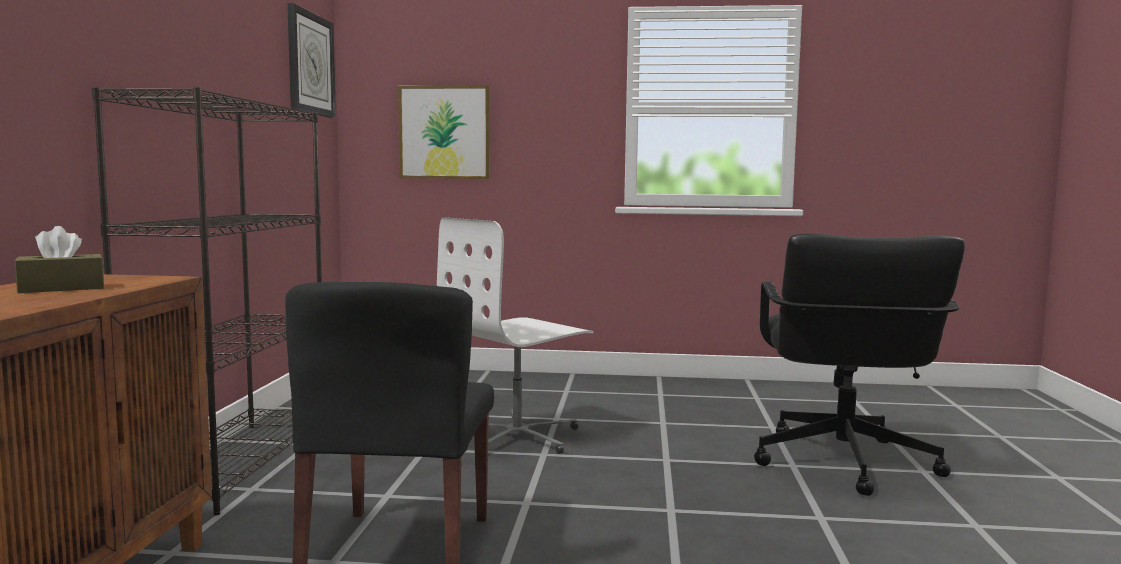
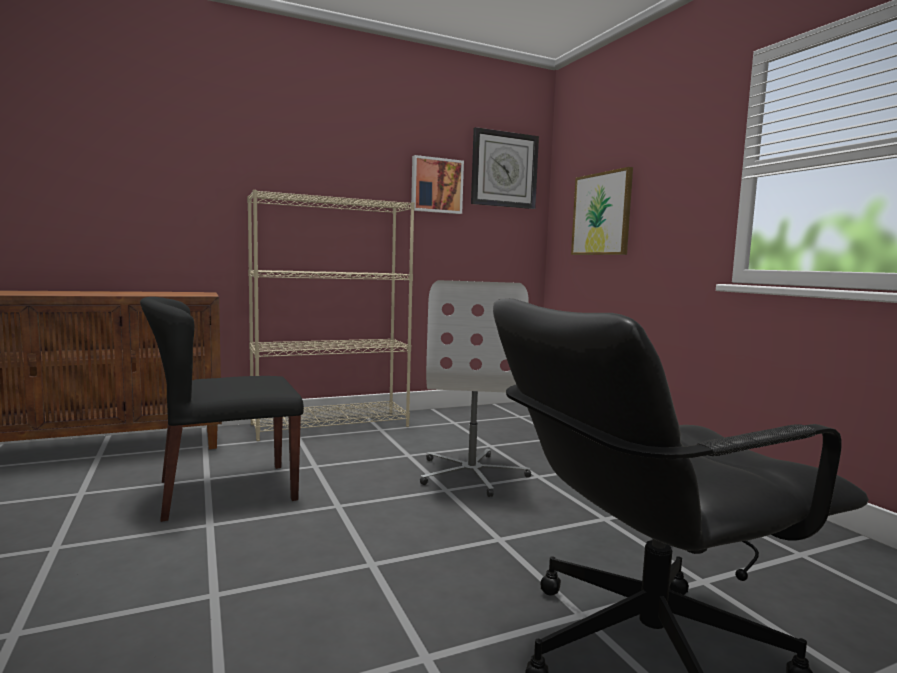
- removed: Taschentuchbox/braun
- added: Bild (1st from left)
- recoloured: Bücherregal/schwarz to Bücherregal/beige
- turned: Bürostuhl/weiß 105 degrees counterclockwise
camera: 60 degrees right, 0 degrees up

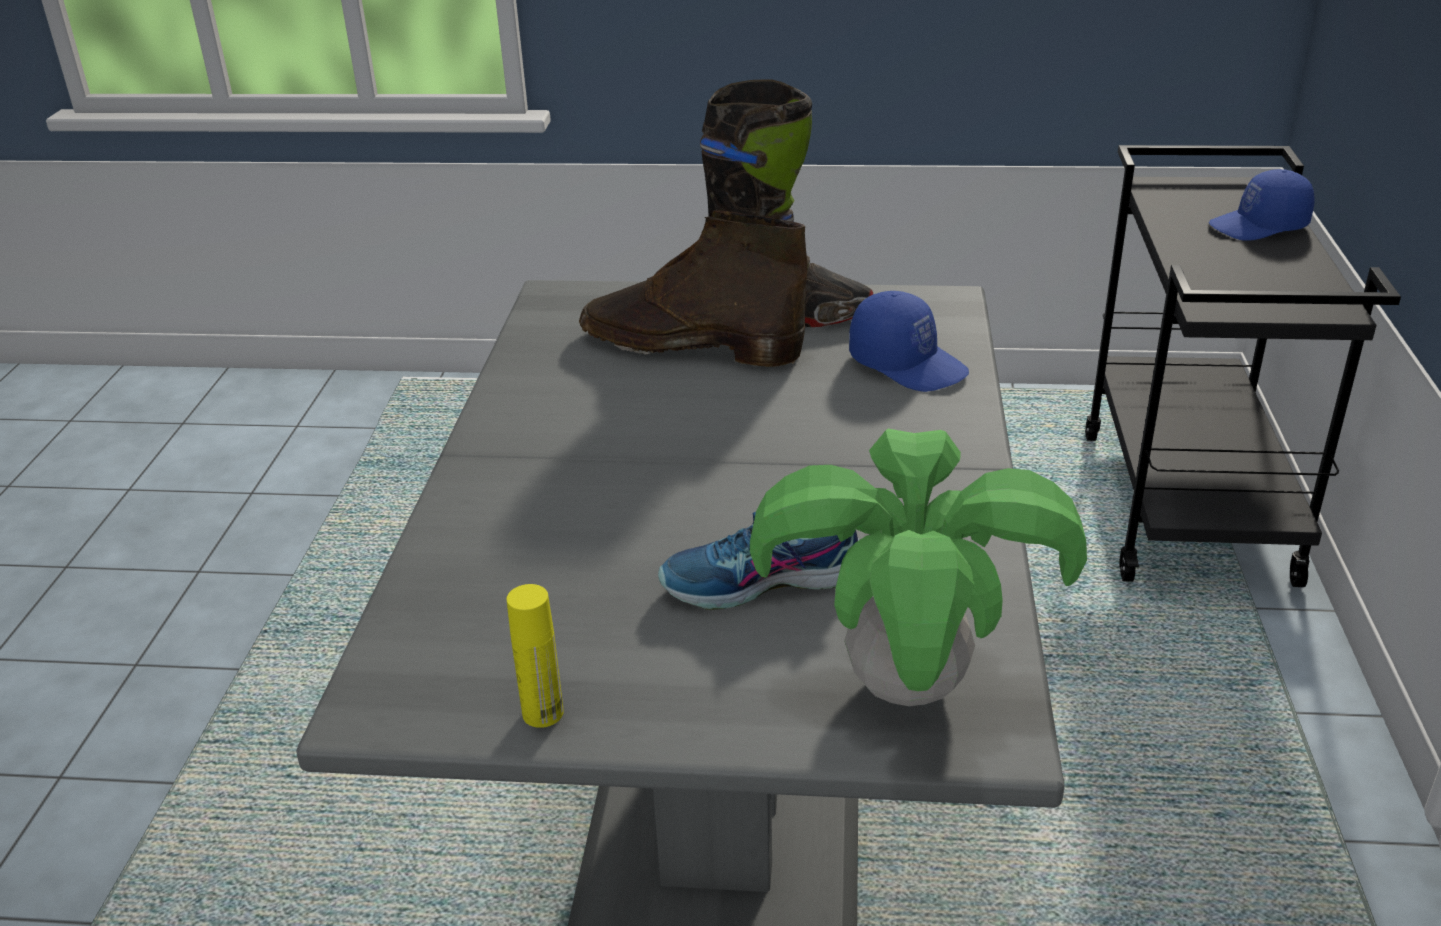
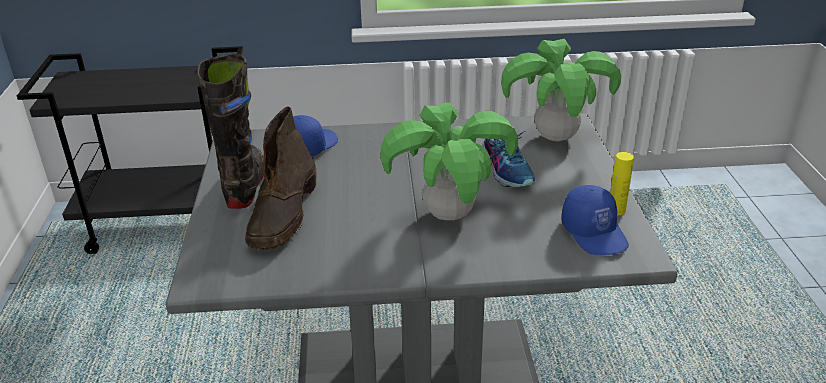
- added: Topfpflanze (1st from left)
- moved: Kappe/blau (2nd from left)
camera: 100 degrees left, 0 degrees up

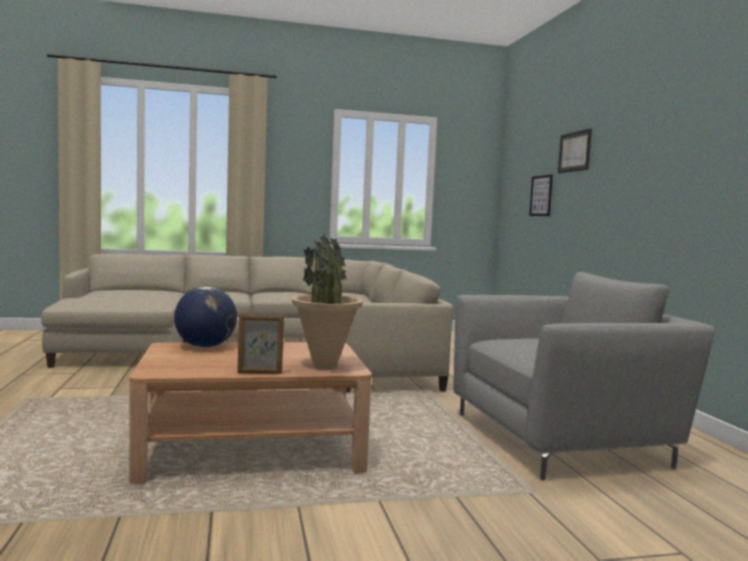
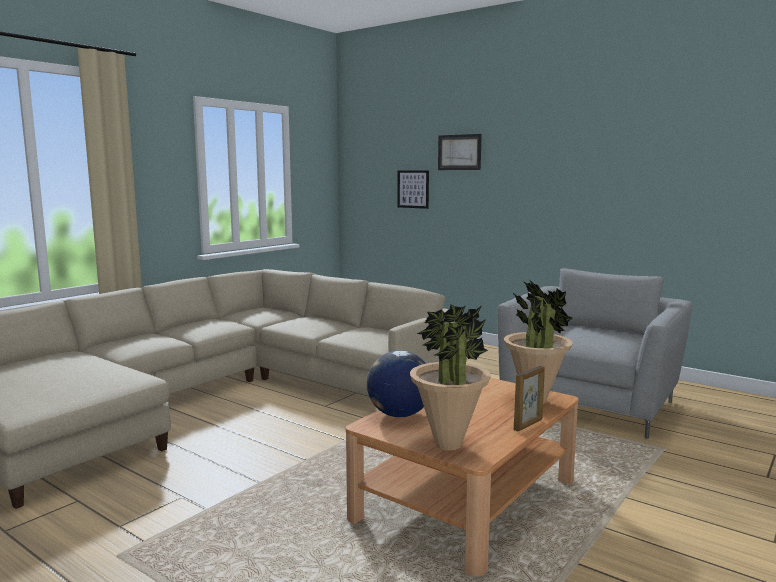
- added: Topfpflanze (1st from left)
camera: 40 degrees left, 5 degrees up

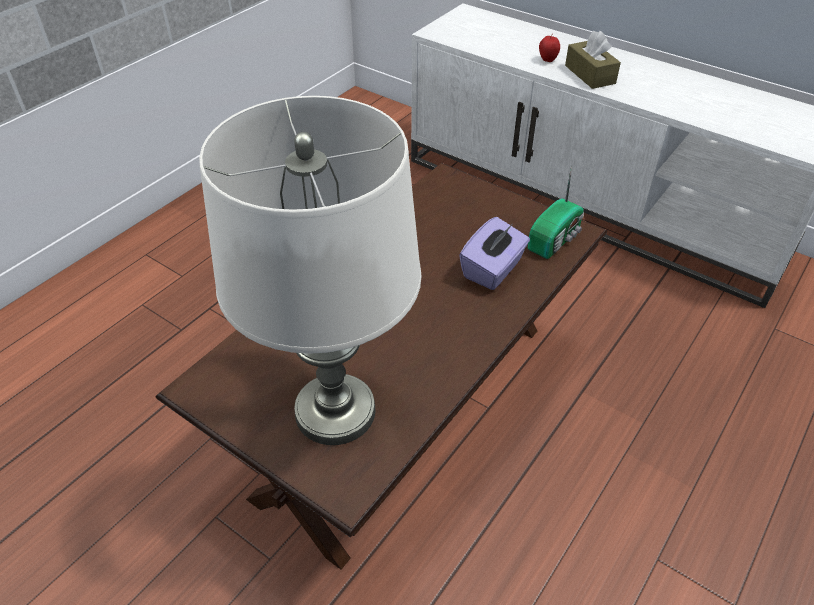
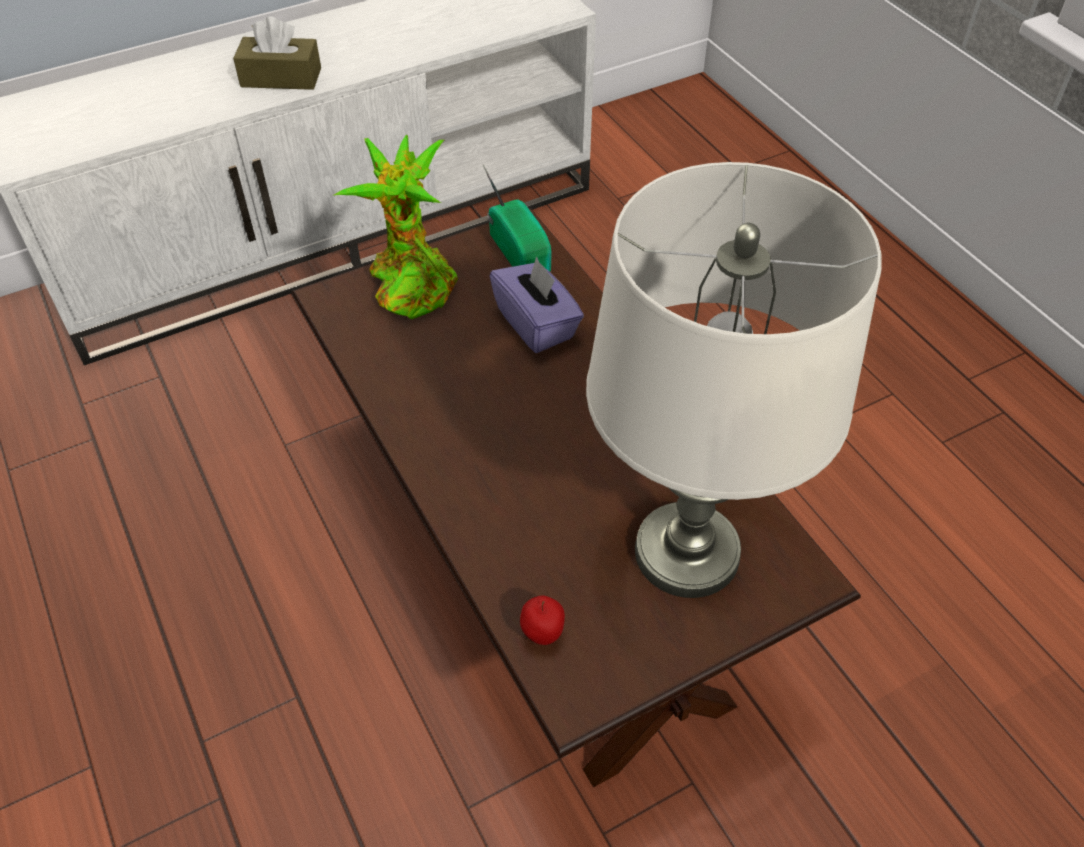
- added: Topfpflanze
- moved: Apfel
camera: 65 degrees left, 5 degrees up

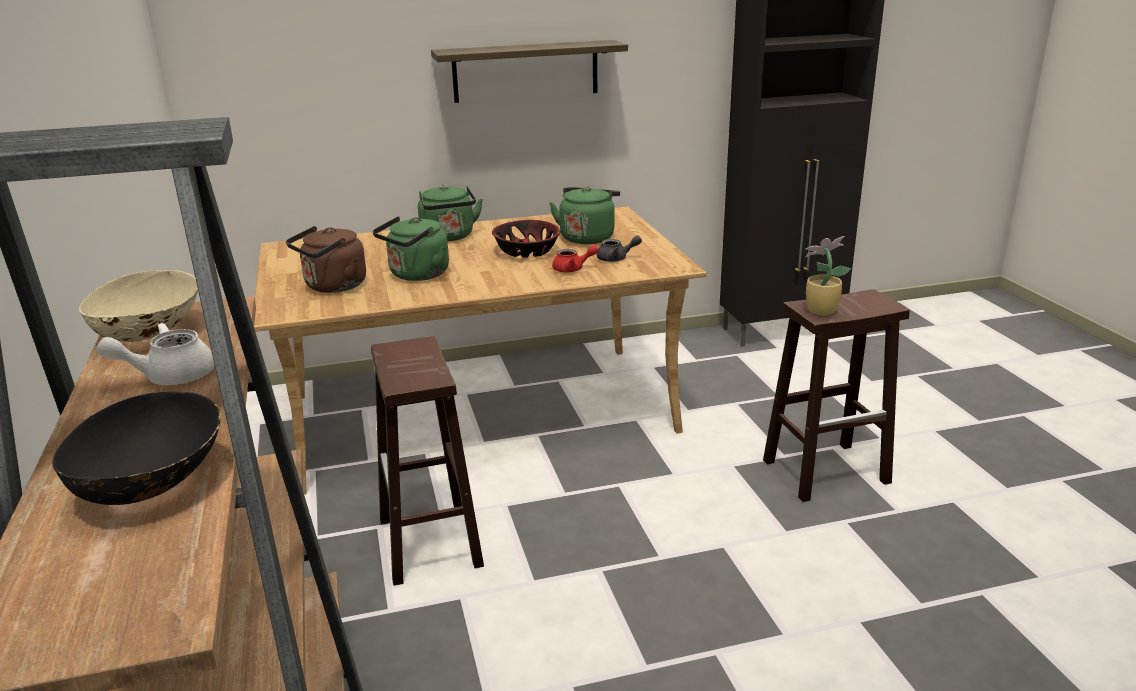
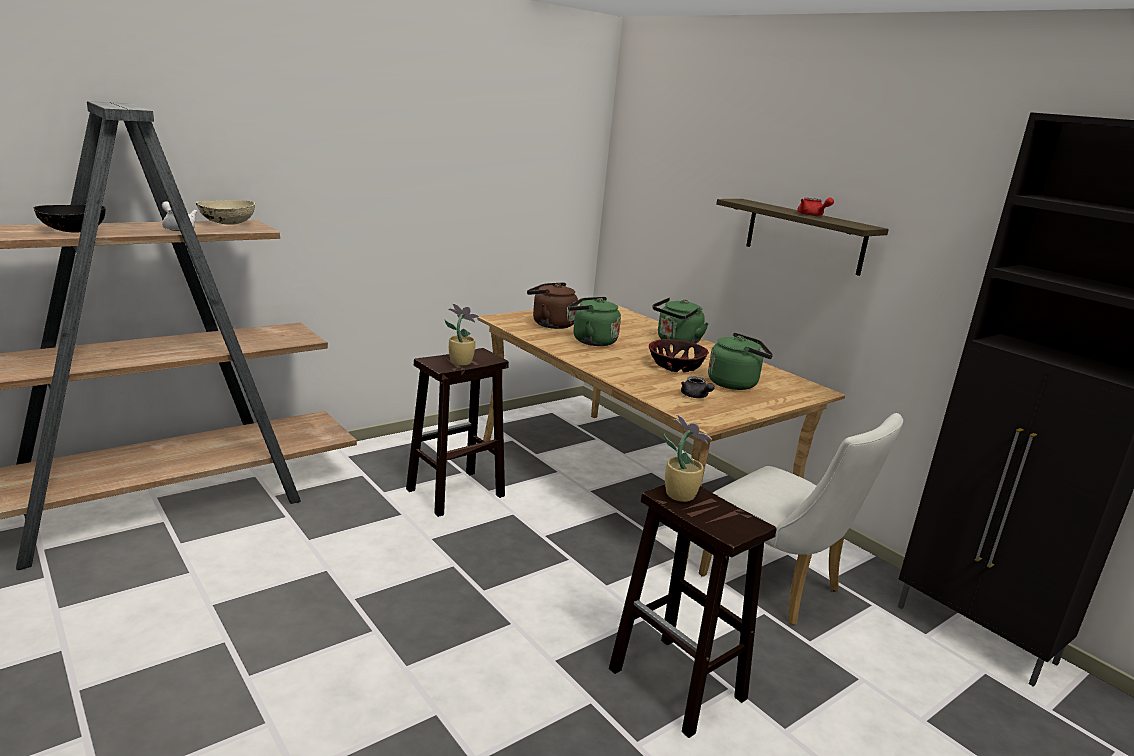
- added: Topfpflanze (1st from left)
- added: Stuhl/weiß
- moved: Teekanne/rot
camera: 65 degrees right, 5 degrees down

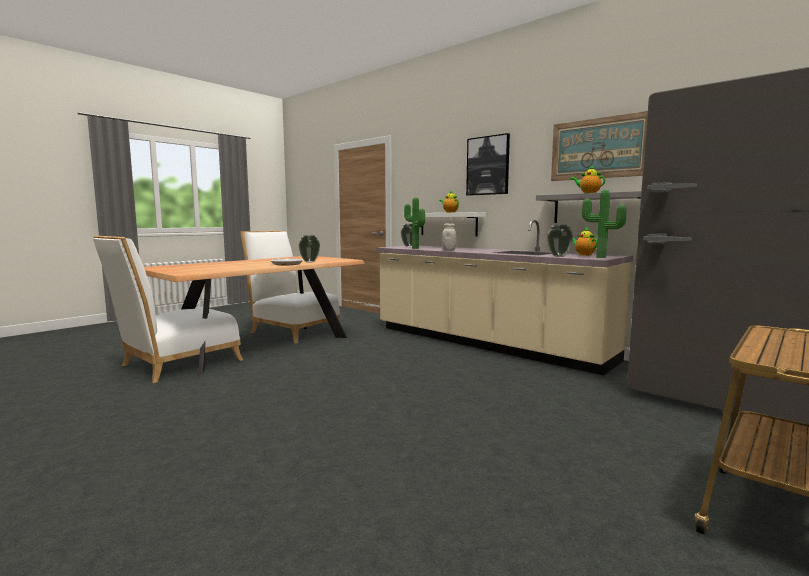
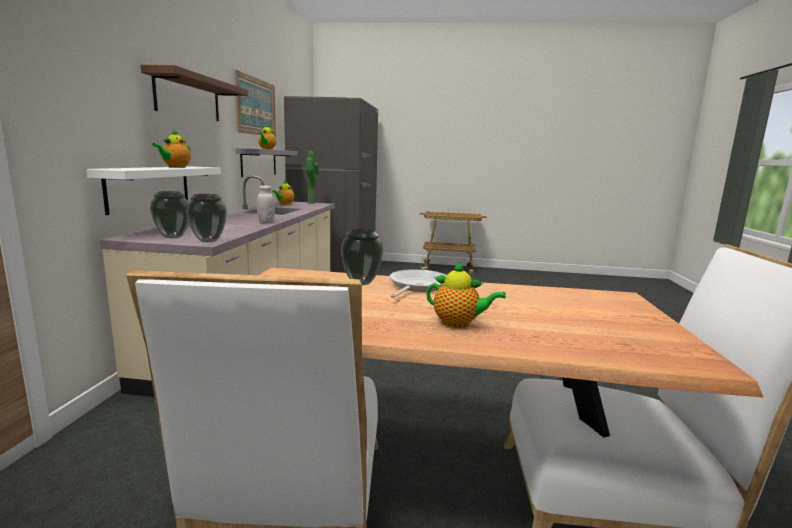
- removed: Topfpflanze (1st from left)
- added: Teekanne (4th from left)
- moved: Vase (3rd from left in the first image) to Vase (2nd from left)
- replaced: Bild (1st from left) to Wandregal/braun
camera: 125 degrees left, 5 degrees up

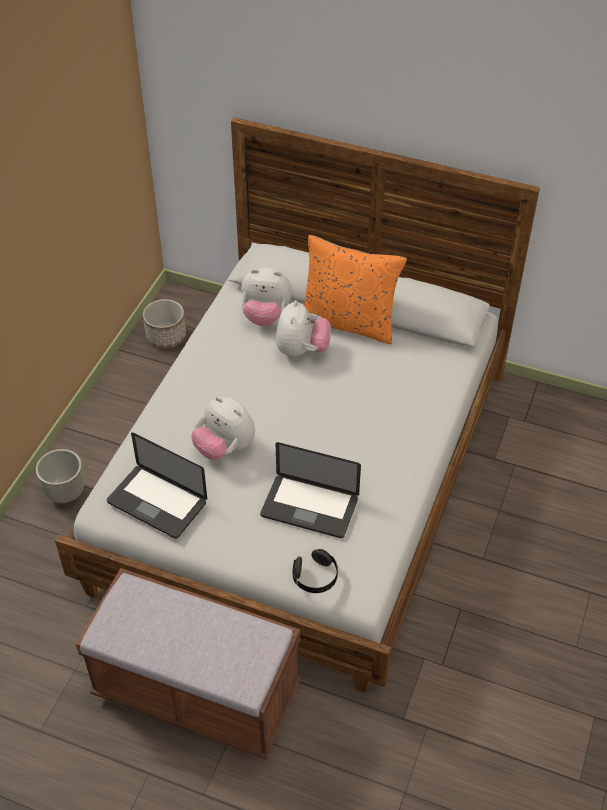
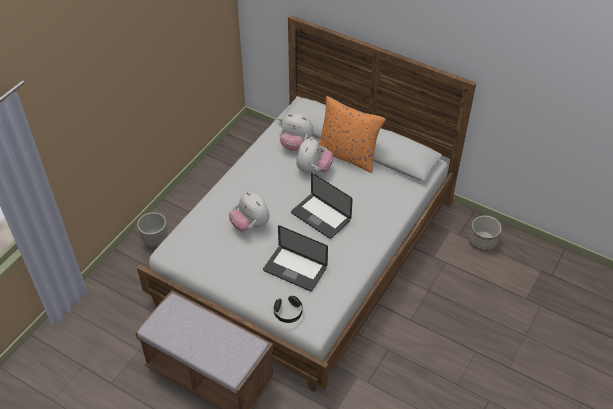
- moved: Laptop (1st from left in the first image) to Laptop (2nd from left)
- moved: Pflanzkübel (2nd from left)
camera: 10 degrees right, 0 degrees up

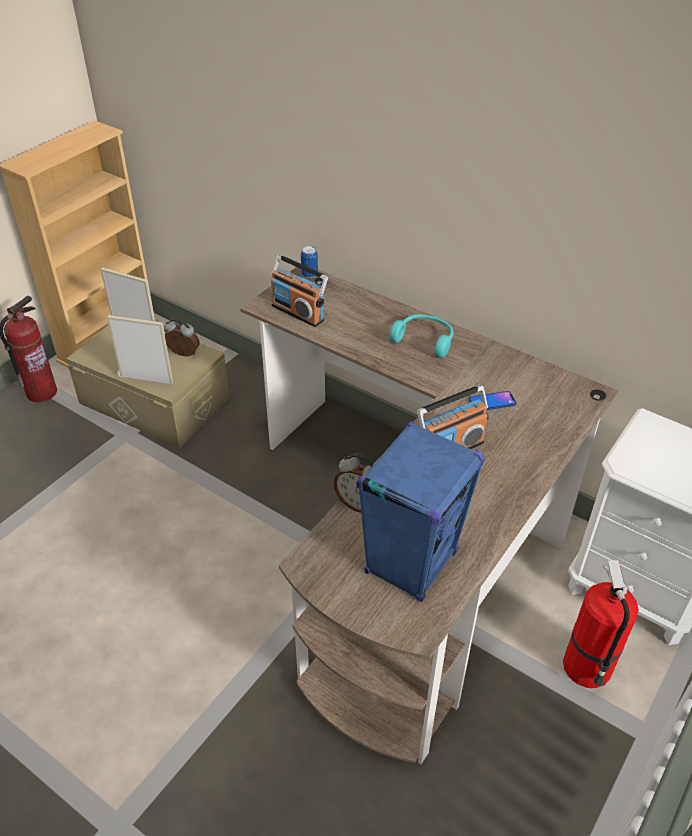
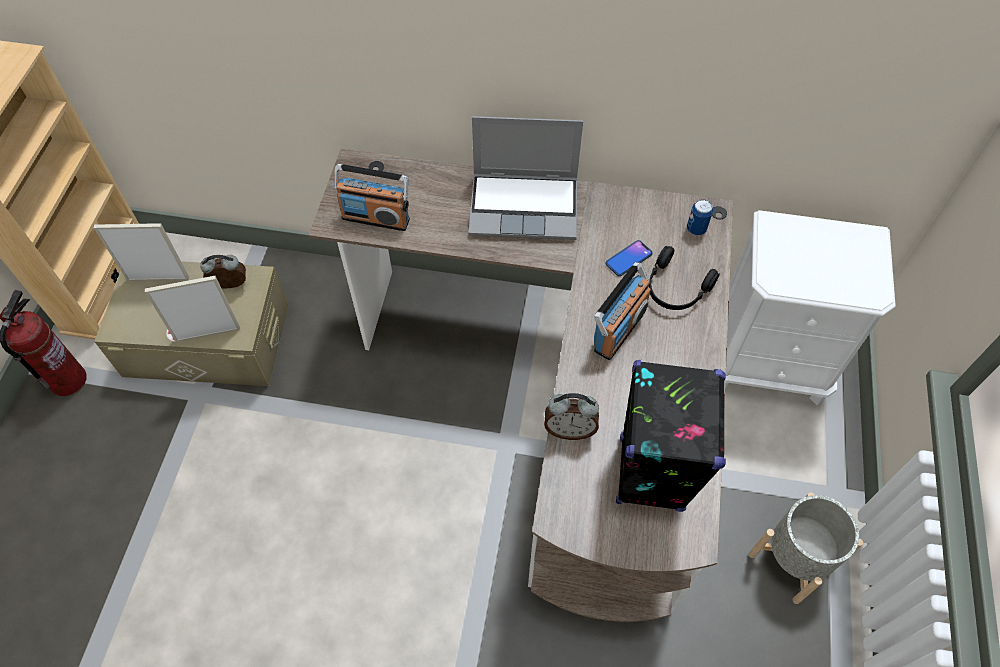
- removed: Feuerlöscher (2nd from left)
- added: Kopfhörer/schwarz
- added: Pflanzkübel/grau
- moved: Dose
- replaced: Kopfhörer/türkis to Laptop
- recoloured: Lautsprecher/blau to Lautsprecher/schwarz
camera: 25 degrees left, 15 degrees up

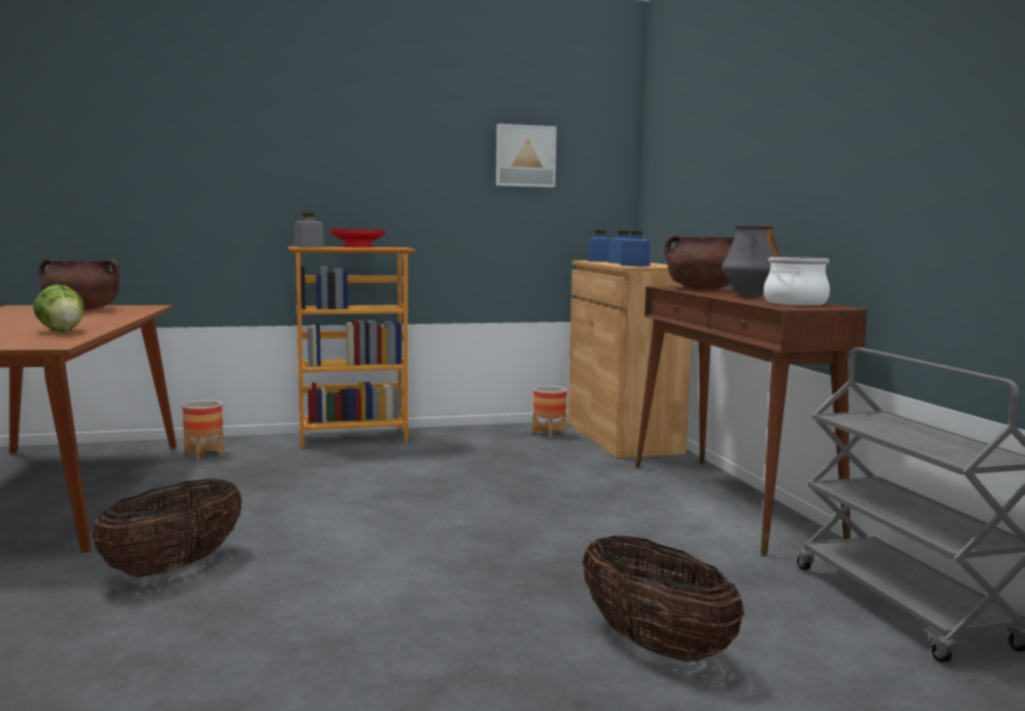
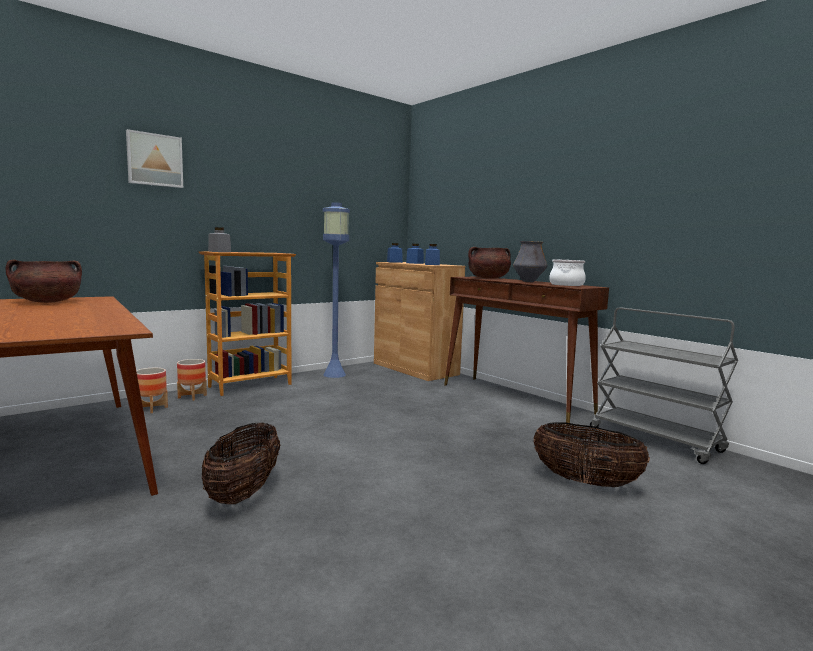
- removed: Salatkopf
- removed: Schüssel/rot
- added: Stehlampe/blau
- moved: Bild
- moved: Pflanzkübel (2nd from left)
camera: 25 degrees left, 0 degrees up

